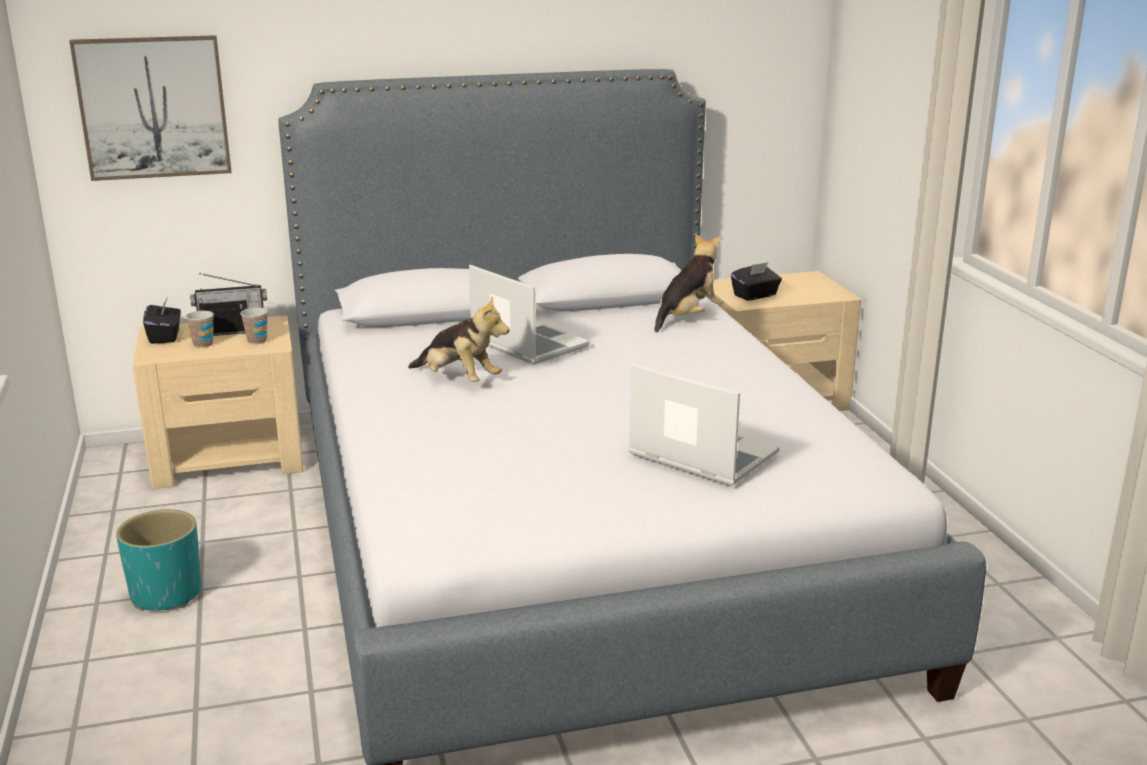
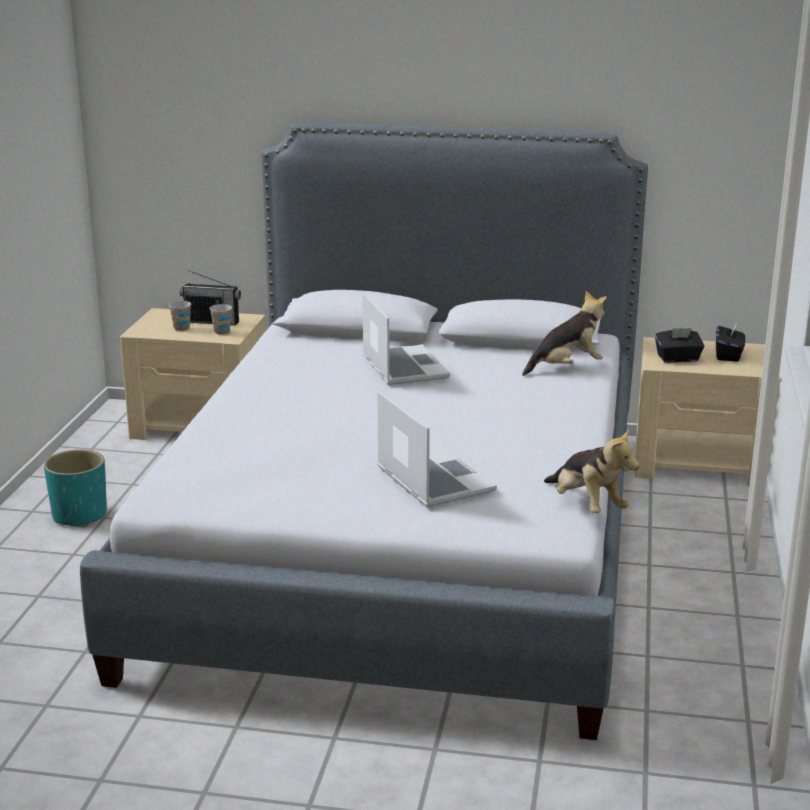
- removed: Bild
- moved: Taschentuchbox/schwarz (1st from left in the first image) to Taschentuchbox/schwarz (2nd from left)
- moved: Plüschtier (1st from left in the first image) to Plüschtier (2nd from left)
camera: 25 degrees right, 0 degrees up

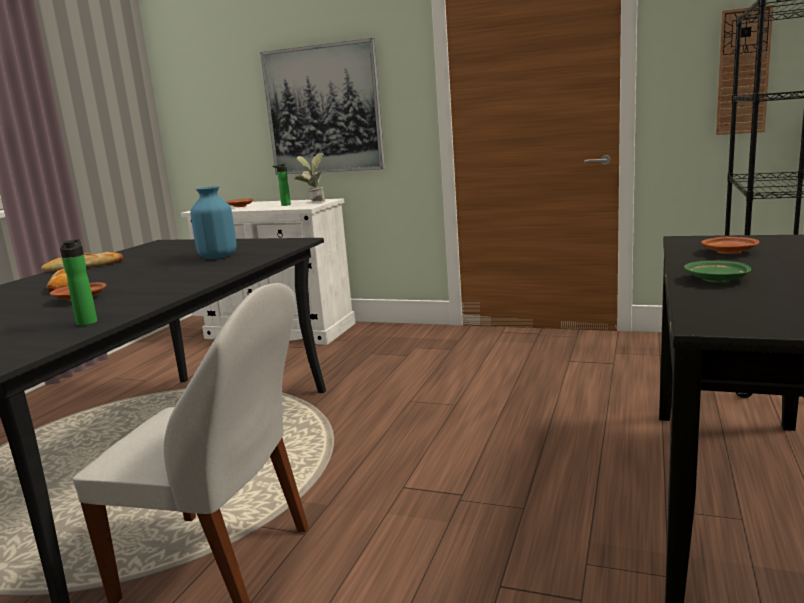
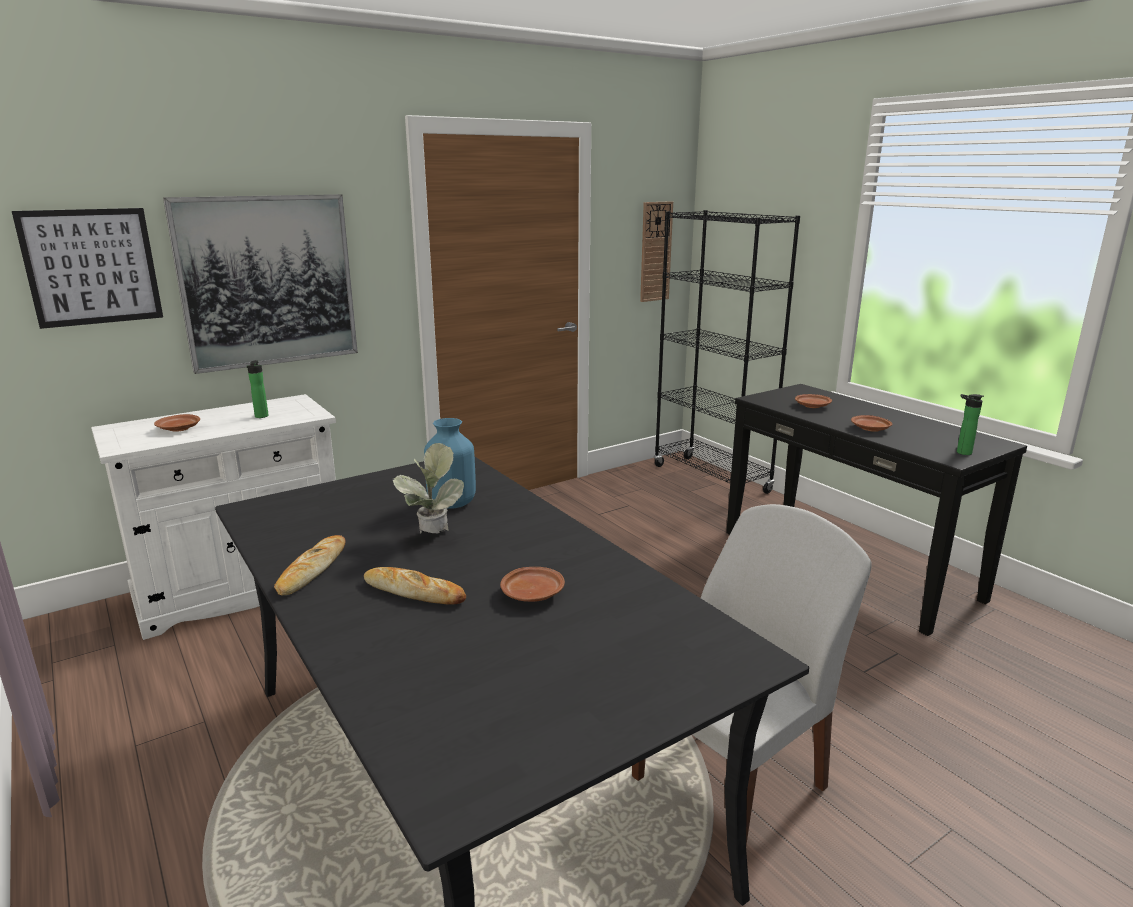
- added: Bild (1st from left)
- moved: Flasche (1st from left in the first image) to Flasche (2nd from left)
- moved: Topfpflanze
- recoloured: Teller/grün to Teller/braun (4th from left)
camera: 55 degrees left, 5 degrees up

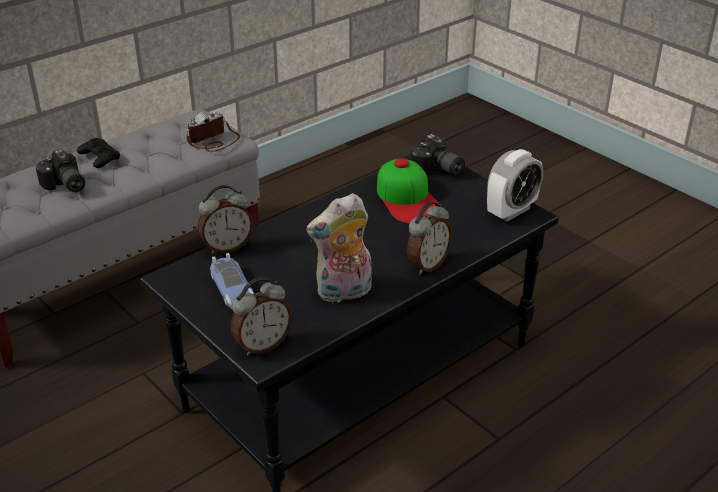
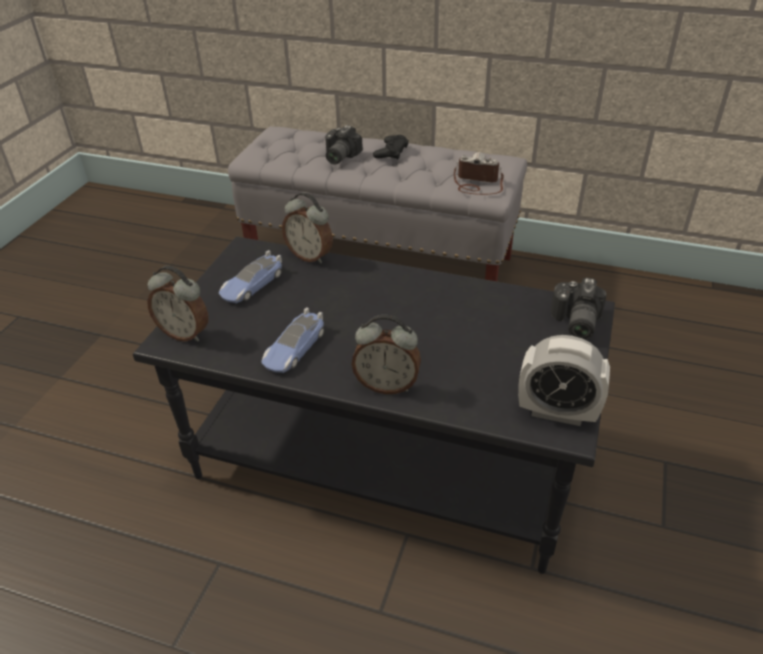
- removed: Kappe
- replaced: Plüschtier to Spielzeugauto (2nd from left)
camera: 60 degrees right, 5 degrees up

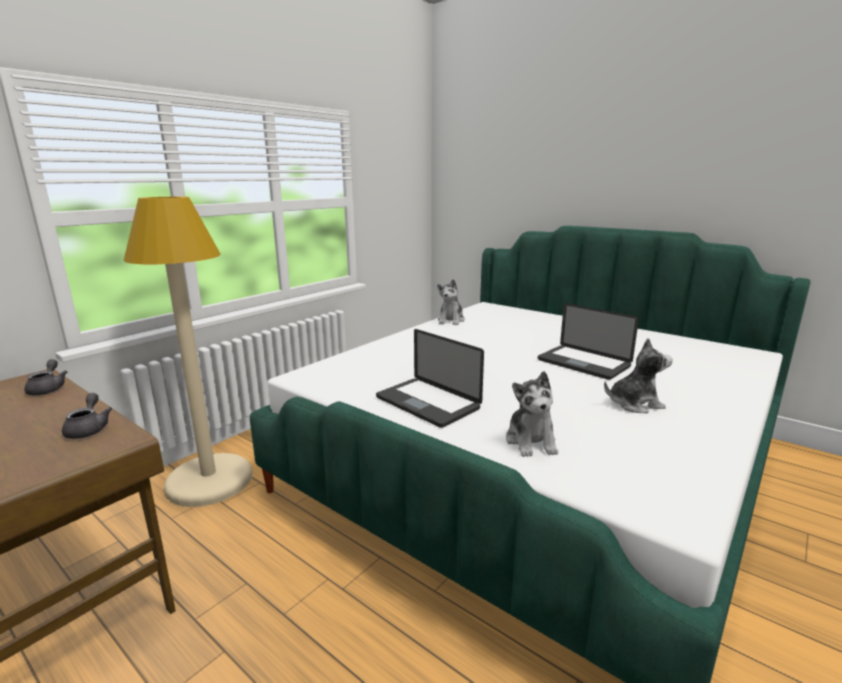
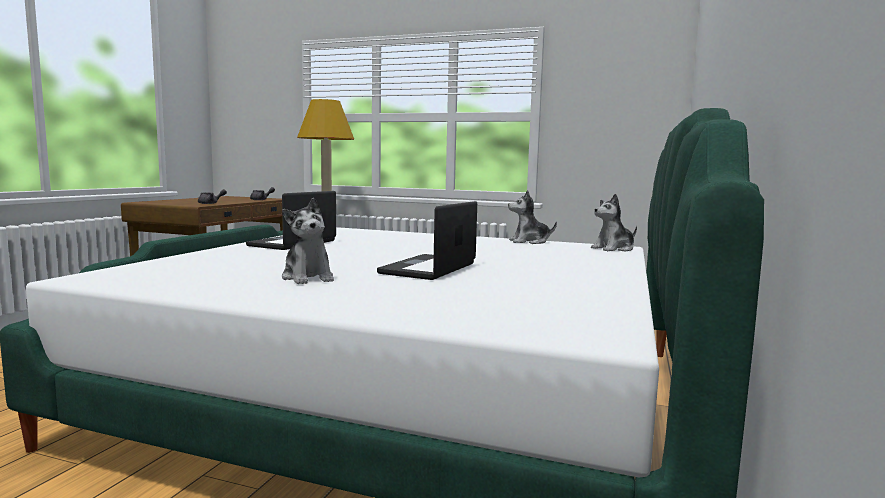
- moved: Plüschtier (2nd from left in the first image) to Plüschtier (3rd from left)
camera: 70 degrees right, 10 degrees down

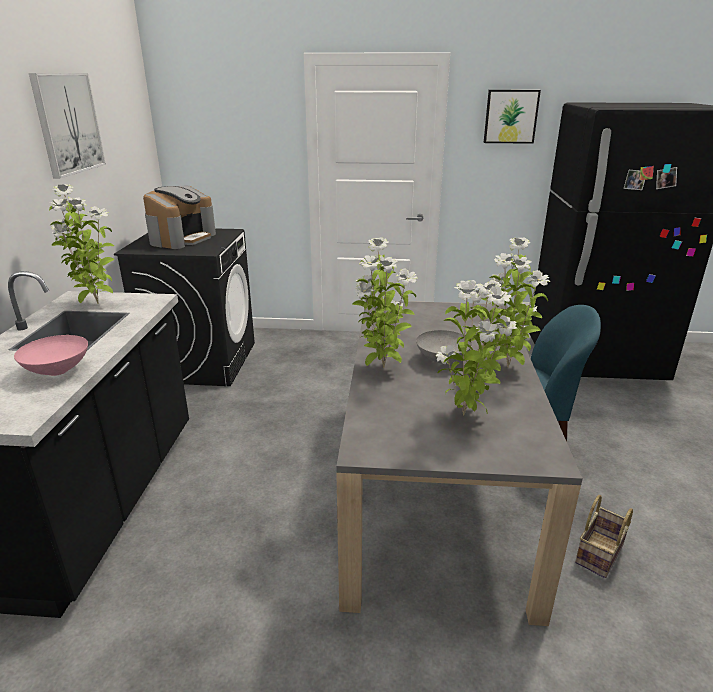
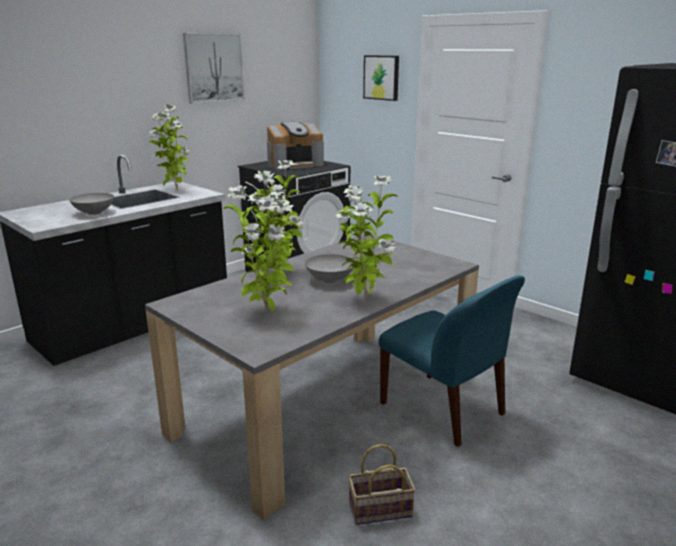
- moved: Bild (2nd from left)
- recoloured: Schüssel/rosa to Schüssel/grau (1st from left)
camera: 40 degrees right, 5 degrees down

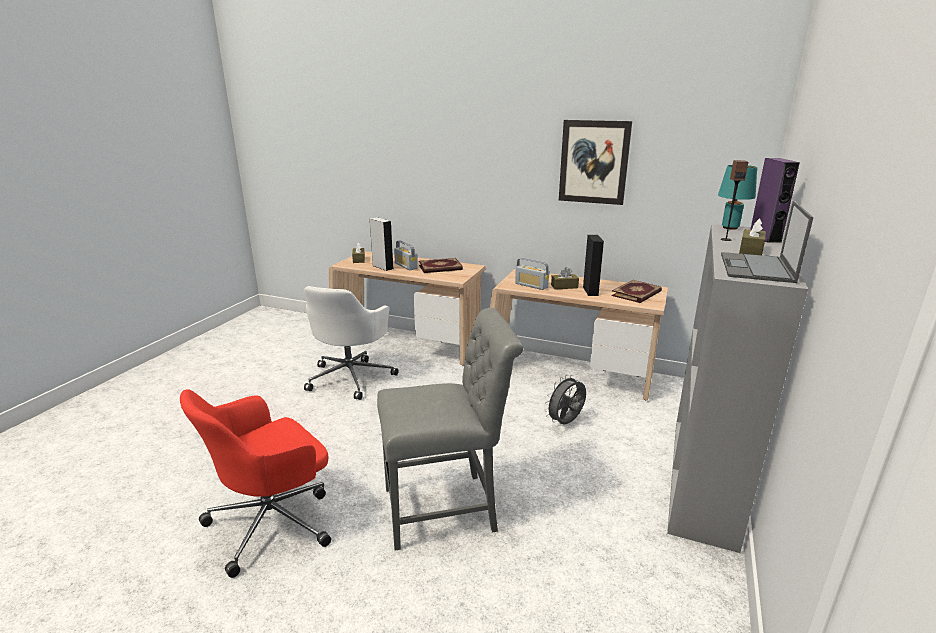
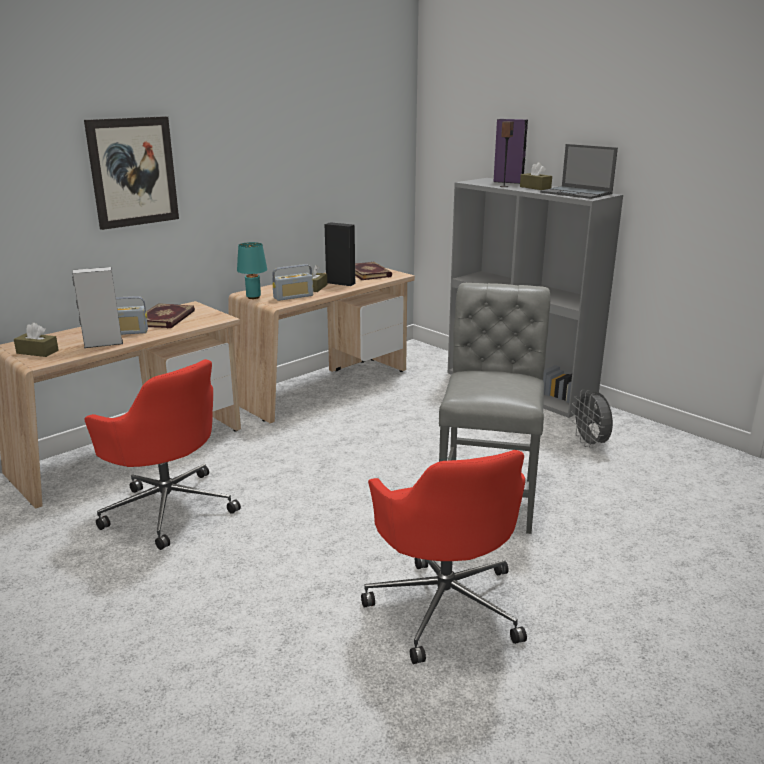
- moved: Ventilator/grau
- moved: Bild
- moved: Tischlampe/türkis
- recoloured: Bürostuhl/weiß to Bürostuhl/rot (1st from left)
camera: 65 degrees left, 0 degrees up

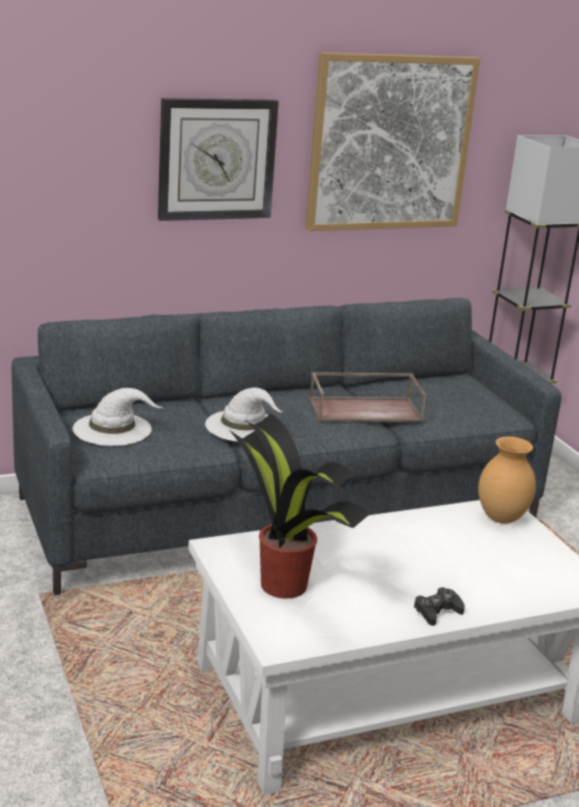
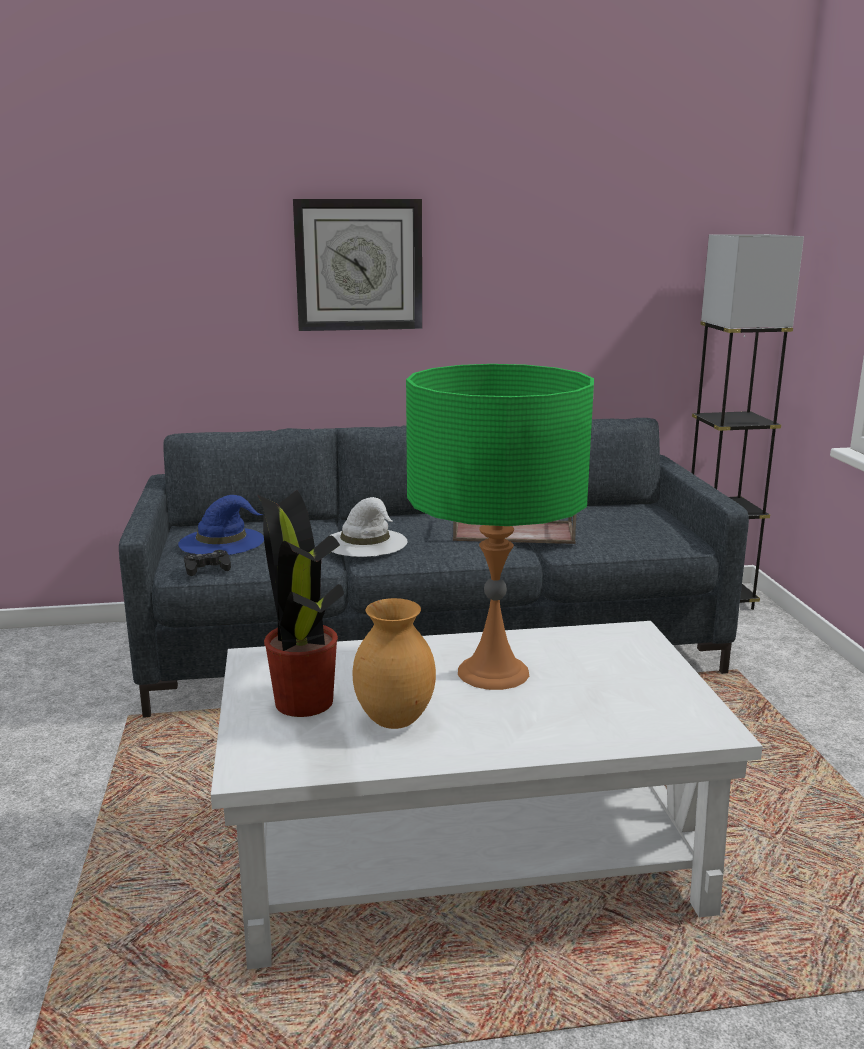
- removed: Bild
- added: Tischlampe/grün
- moved: Gamepad/schwarz
- moved: Vase/braun
- recoloured: Hut/weiß (1st from left) to Hut/blau
camera: 15 degrees right, 5 degrees down

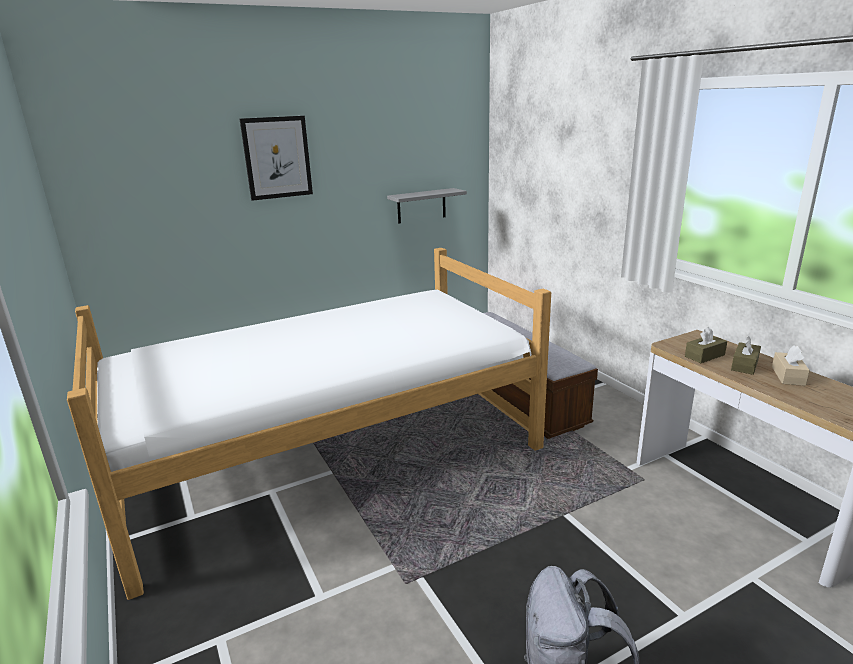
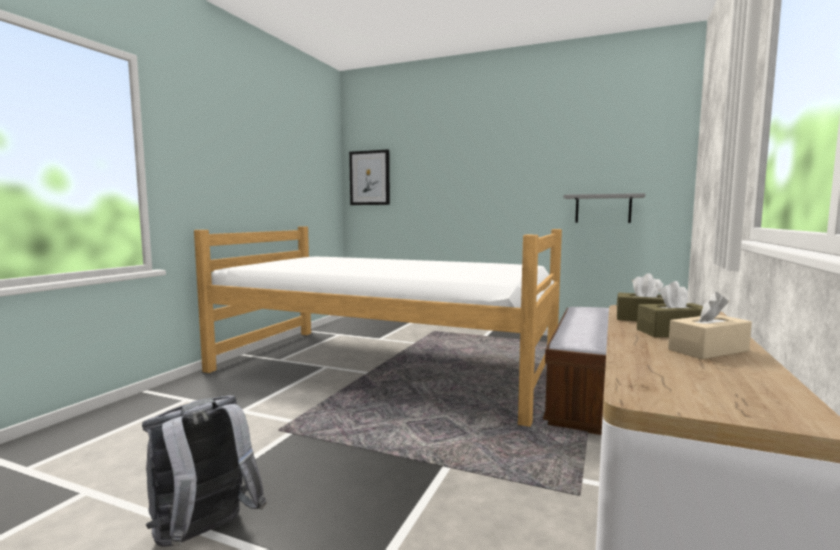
- moved: Bild
camera: 50 degrees right, 15 degrees down

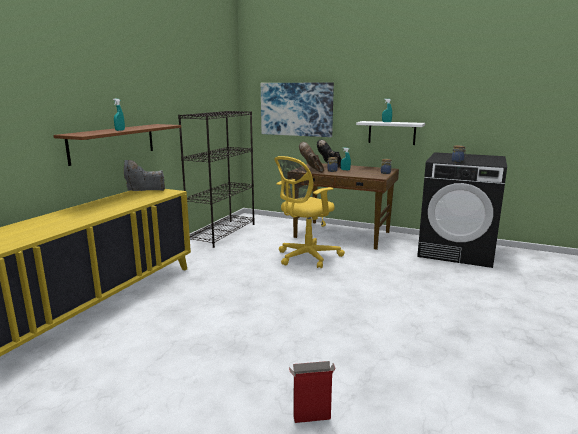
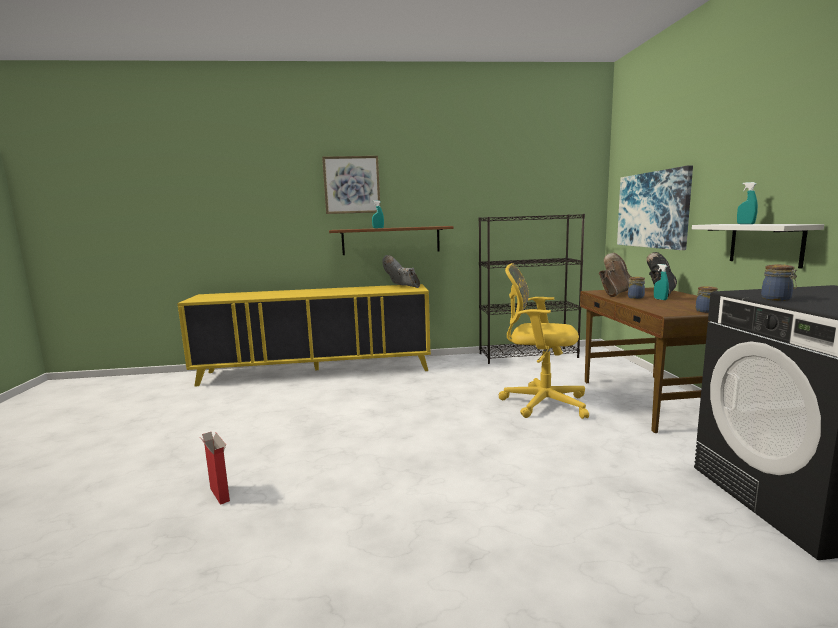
- added: Bild (1st from left)
camera: 60 degrees right, 5 degrees down

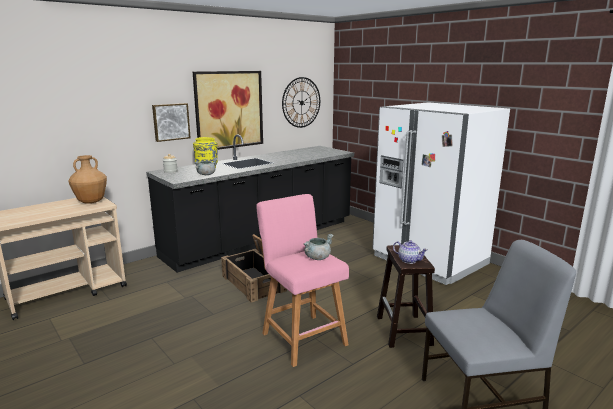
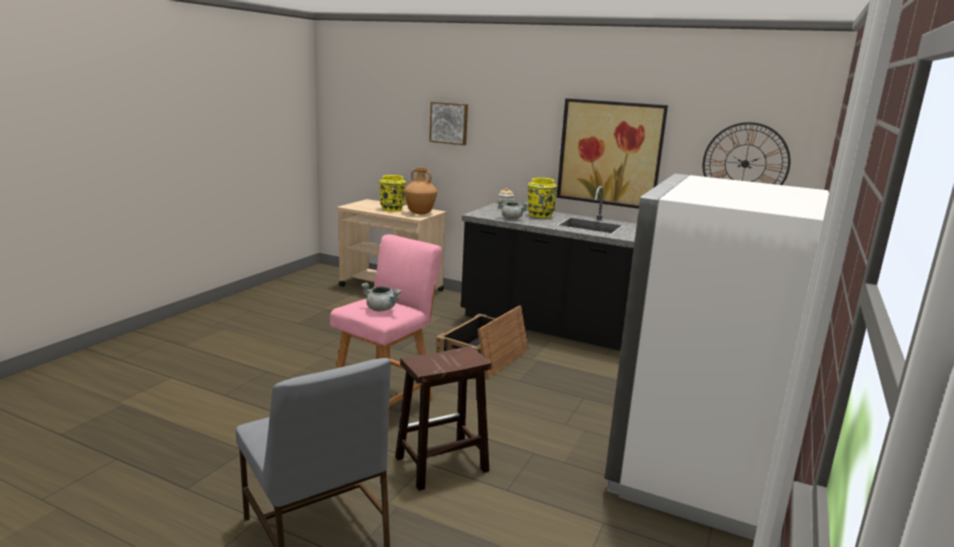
- removed: Teekanne
- added: Vase/gelb (1st from left)
- moved: Bild (1st from left)
camera: 65 degrees right, 0 degrees up

